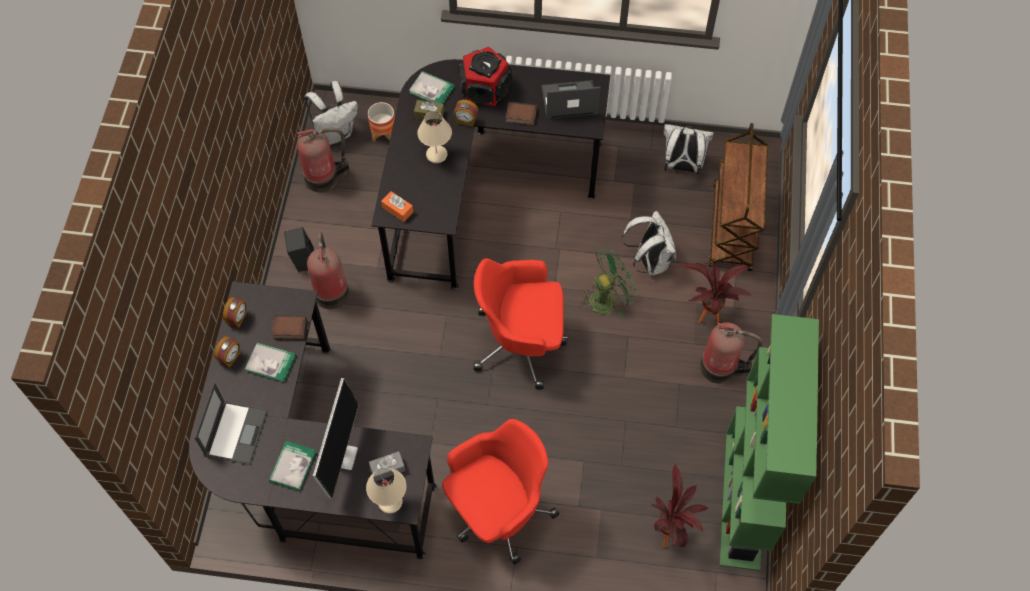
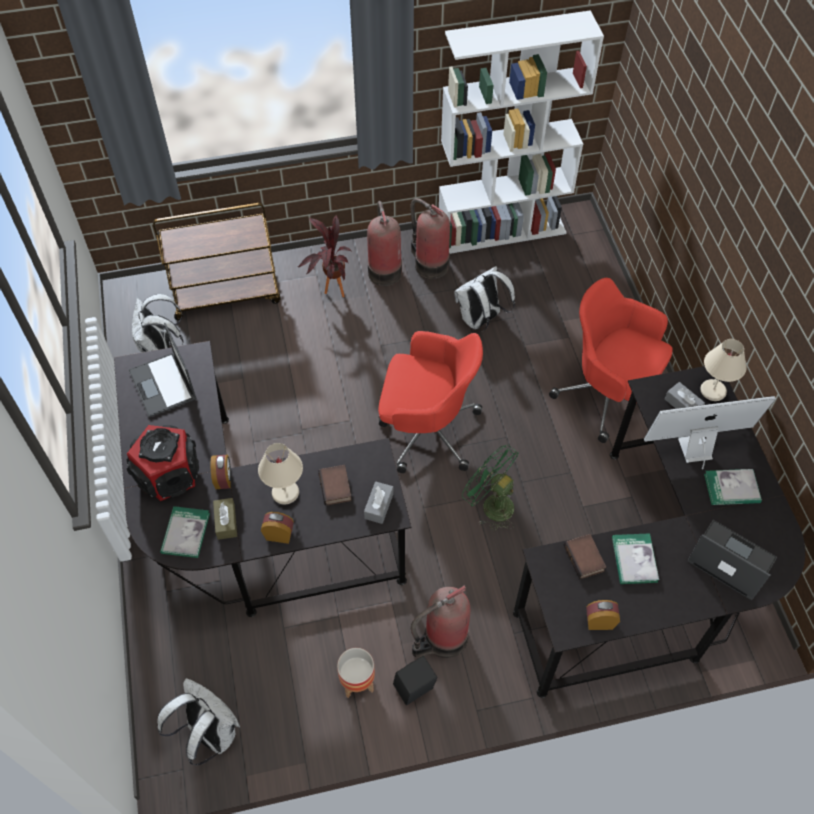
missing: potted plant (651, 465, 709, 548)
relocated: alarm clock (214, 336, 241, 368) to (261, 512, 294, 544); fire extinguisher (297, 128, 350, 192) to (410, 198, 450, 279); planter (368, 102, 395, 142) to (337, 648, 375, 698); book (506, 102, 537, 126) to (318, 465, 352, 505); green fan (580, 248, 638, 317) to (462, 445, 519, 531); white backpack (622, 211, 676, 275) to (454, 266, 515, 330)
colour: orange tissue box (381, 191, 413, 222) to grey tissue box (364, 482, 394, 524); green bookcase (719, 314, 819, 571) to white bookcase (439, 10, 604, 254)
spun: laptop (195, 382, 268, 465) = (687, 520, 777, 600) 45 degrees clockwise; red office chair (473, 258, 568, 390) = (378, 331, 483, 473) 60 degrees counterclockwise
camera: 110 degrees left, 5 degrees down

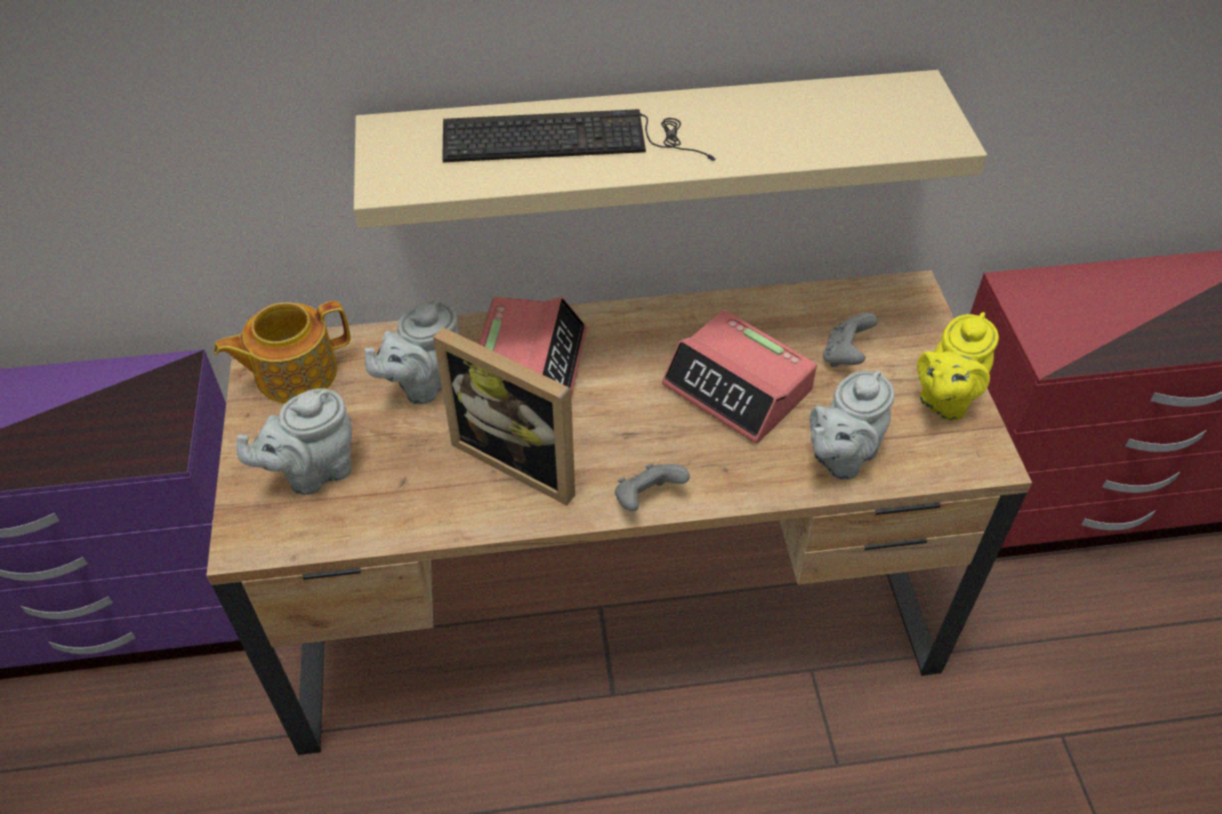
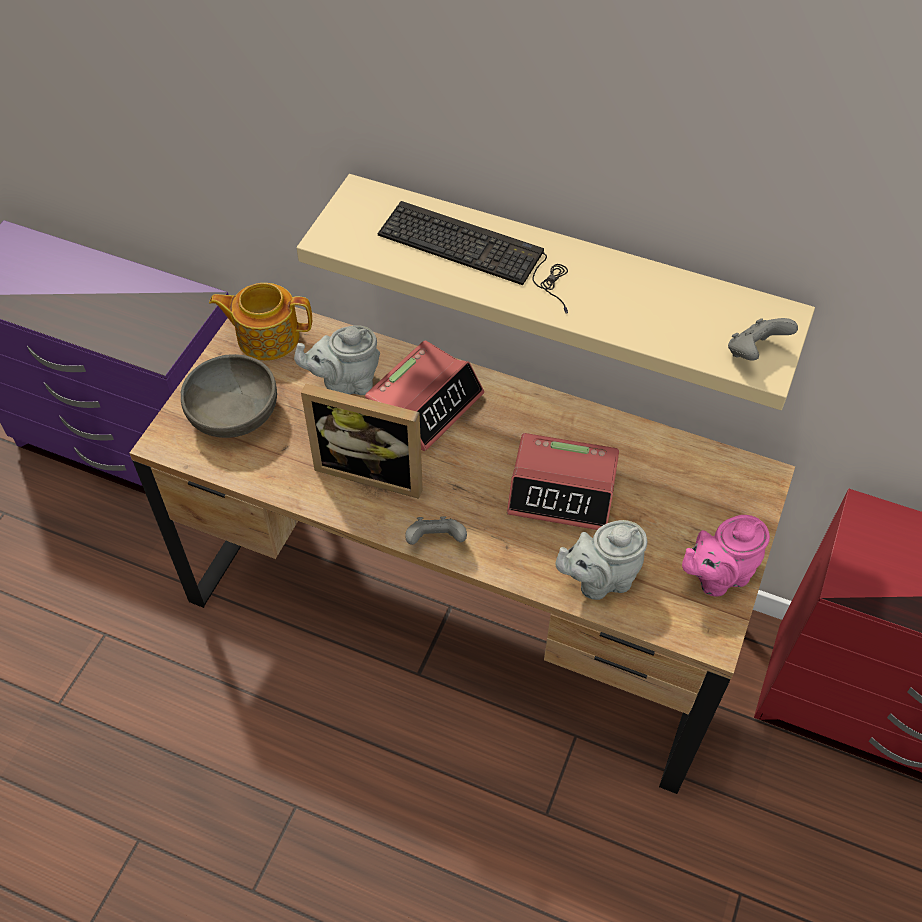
relocated: grey game controller (823, 313, 878, 367) to (728, 318, 798, 361)
exchanged: grey teapot (237, 388, 352, 495) to grey bowl (181, 354, 277, 438)
colour: yellow teapot (917, 312, 999, 421) to pink teapot (682, 515, 770, 597)
spun: picture frame (433, 327, 575, 505) = (301, 384, 423, 499) 45 degrees counterclockwise; alarm clock (662, 310, 817, 444) = (507, 433, 619, 530) 60 degrees counterclockwise
camera: 30 degrees right, 5 degrees up

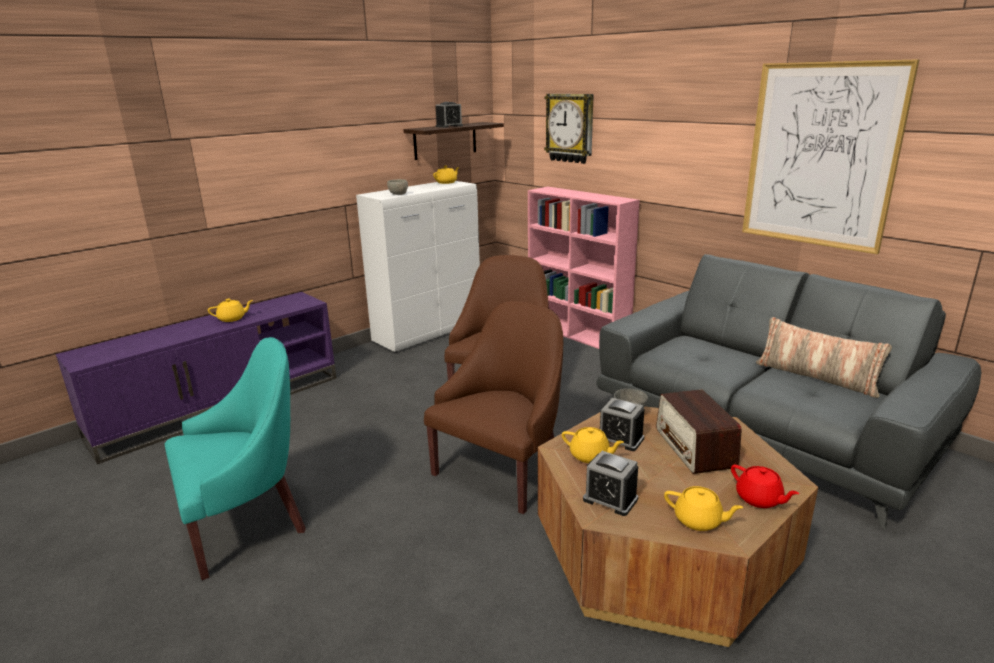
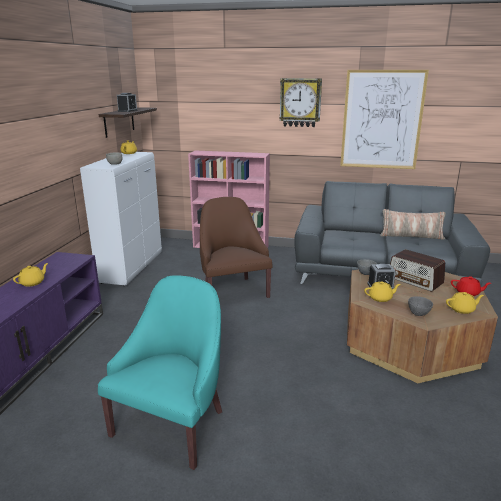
missing: brown armchair (424, 301, 563, 514)
relocated: wall clock (544, 94, 594, 164) to (279, 78, 322, 127)
exchanged: alarm clock (583, 451, 638, 516) to grey bowl (408, 296, 433, 316)
camera: 35 degrees left, 0 degrees up

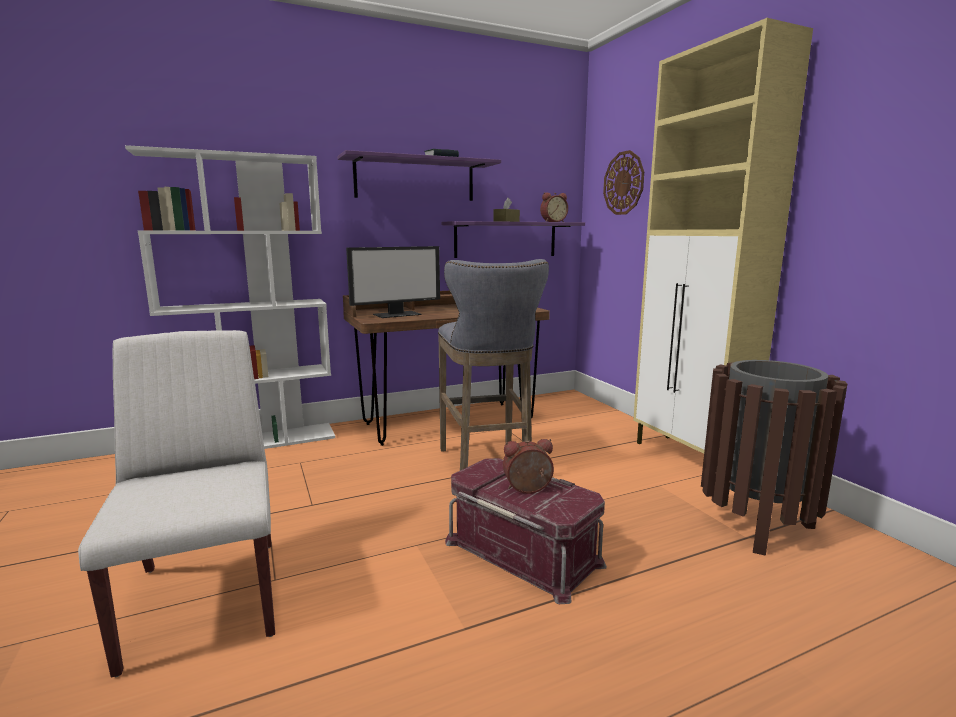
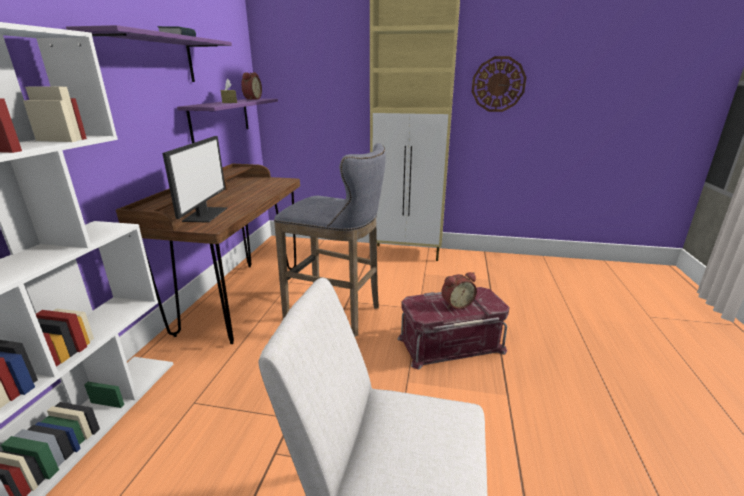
missing: brown trash can (701, 360, 847, 556)
relocated: wall clock (603, 150, 644, 215) to (472, 56, 527, 112)
spun: alarm clock (503, 439, 554, 494) = (441, 272, 477, 309) 135 degrees counterclockwise
camera: 55 degrees left, 10 degrees up

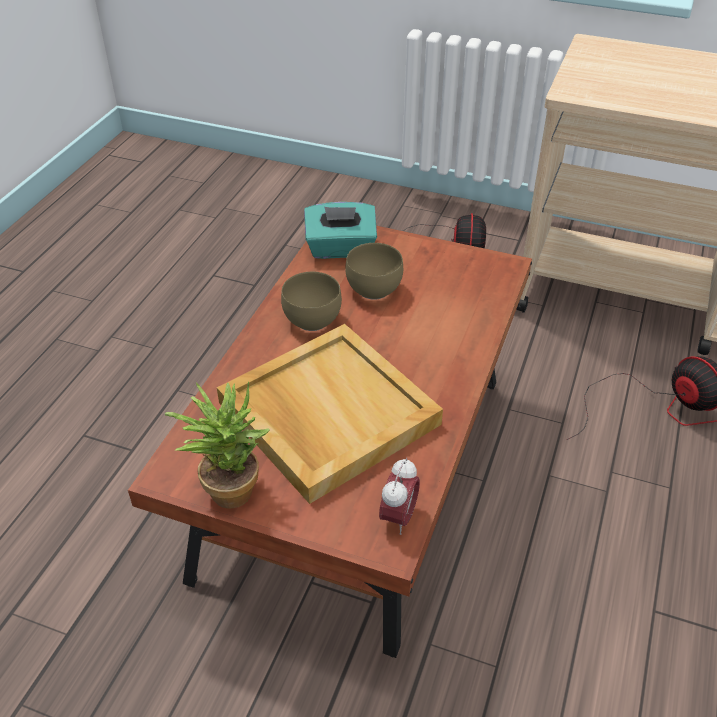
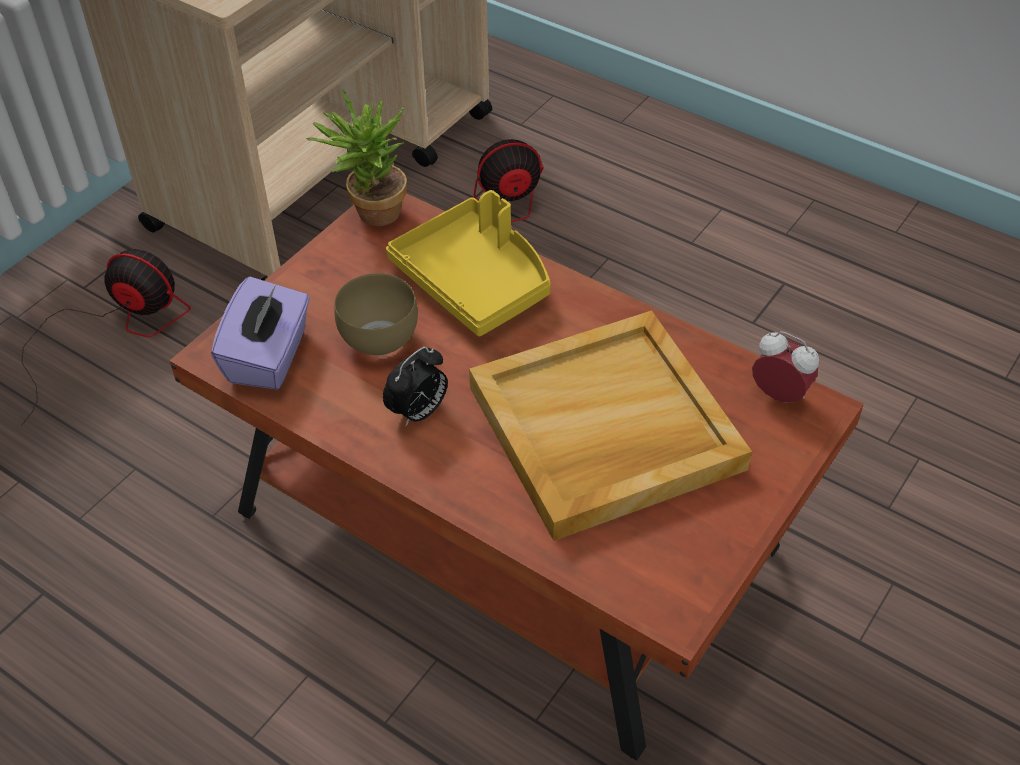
appeared: yellow tray (386, 190, 551, 336)
relocated: potted plant (165, 382, 270, 509) to (306, 89, 407, 226)
exchanged: brown bowl (281, 272, 342, 331) to alarm clock (383, 347, 448, 427)
colour: turquoise tissue box (304, 202, 377, 259) to purple tissue box (211, 276, 310, 390)
camera: 75 degrees left, 5 degrees up

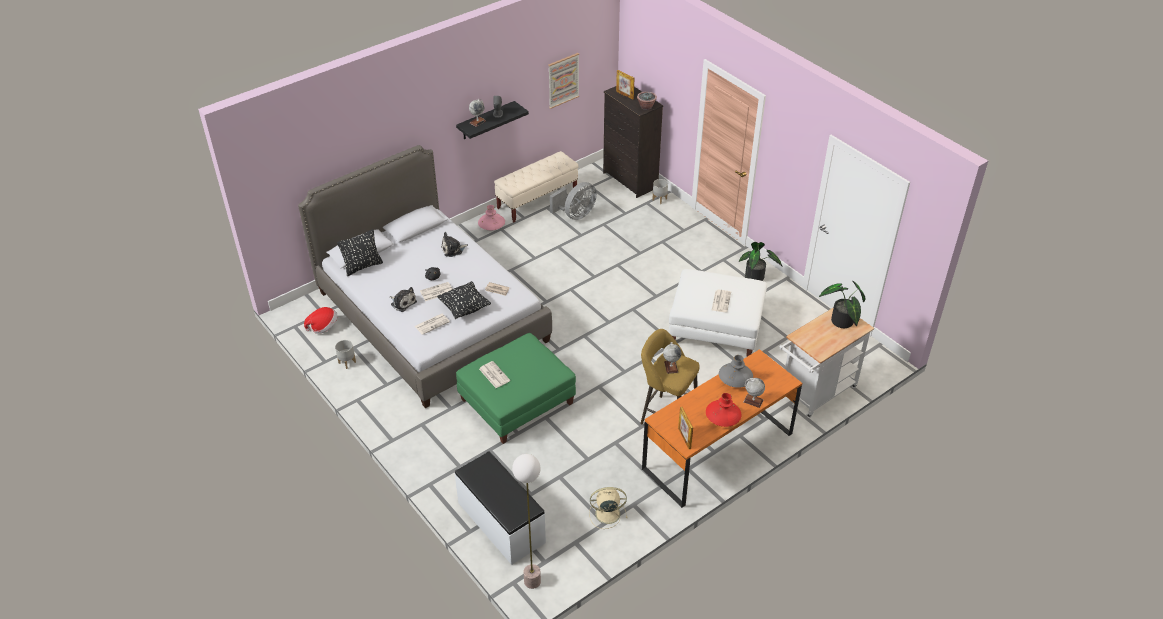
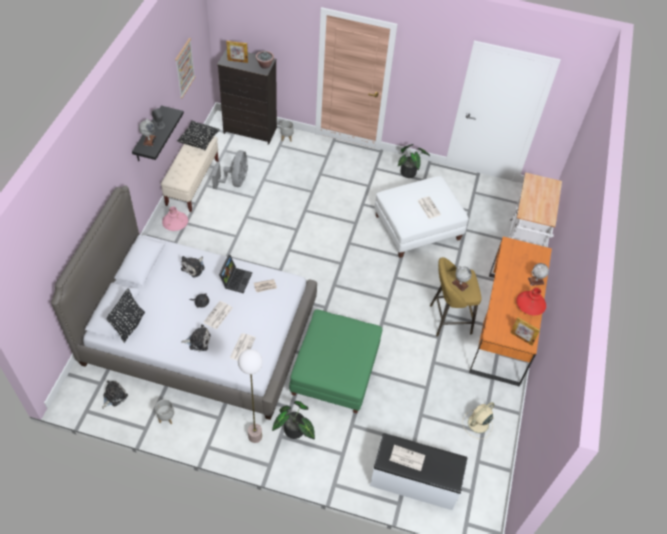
missing: grey vase (719, 355, 753, 388)
appeared: laptop (219, 255, 252, 293)
relocated: black pillow (437, 281, 491, 319) to (177, 121, 220, 151); newspaper (479, 361, 510, 388) to (390, 445, 425, 471); floor lamp (512, 454, 541, 589) to (238, 349, 263, 443); potted plant (819, 281, 866, 328) to (272, 401, 315, 440)
exchanged: hat (304, 307, 337, 334) to plush toy (102, 380, 128, 409)
camera: 40 degrees left, 10 degrees up

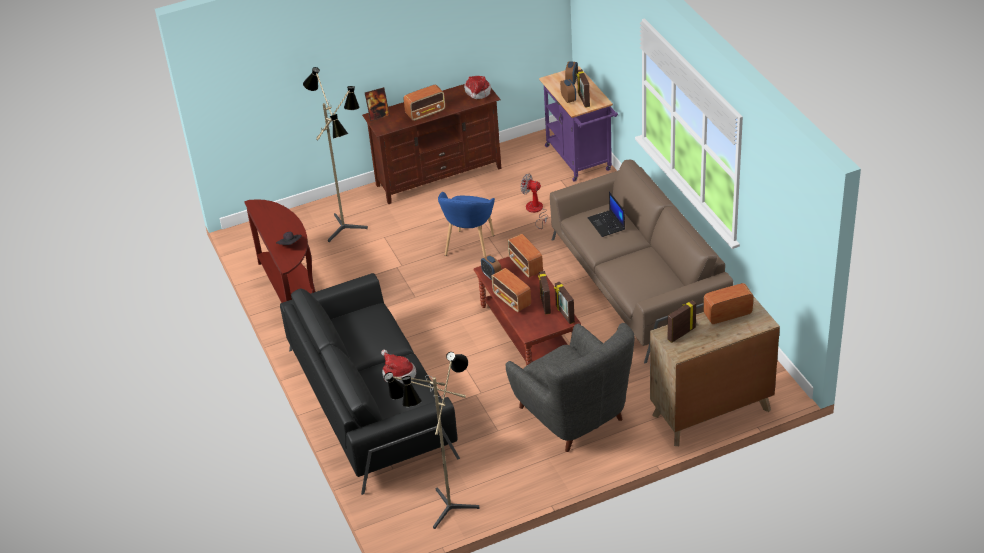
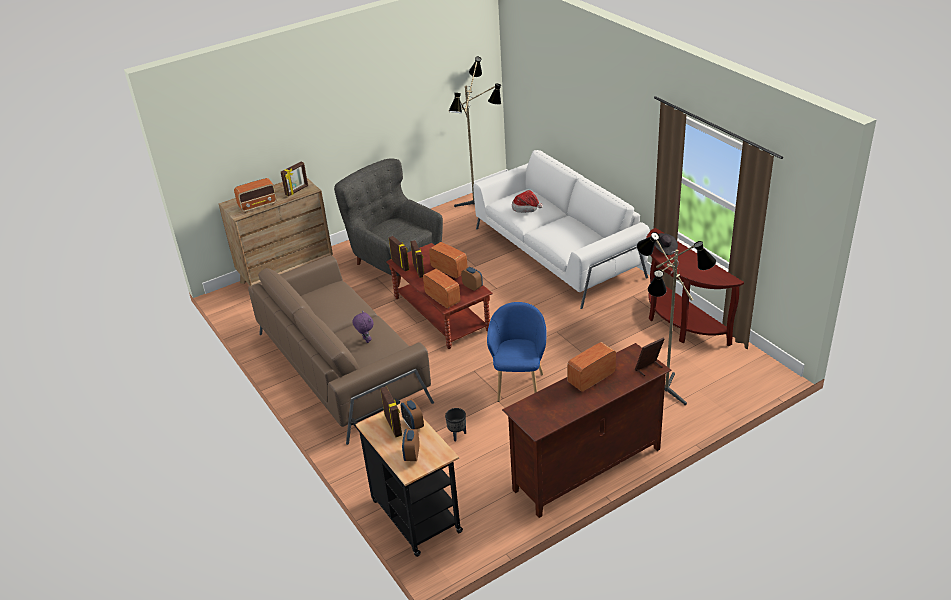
missing: hat (464, 76, 491, 99)
exchanged: fan (521, 174, 548, 229) to black planter (445, 408, 466, 441); laptop (588, 192, 625, 237) to purple plush toy (352, 311, 374, 343)
colour: black sofa (280, 273, 460, 495) to white sofa (473, 150, 650, 309); purple cart (539, 66, 618, 182) to black cart (350, 398, 463, 557)
camera: 170 degrees right, 5 degrees down

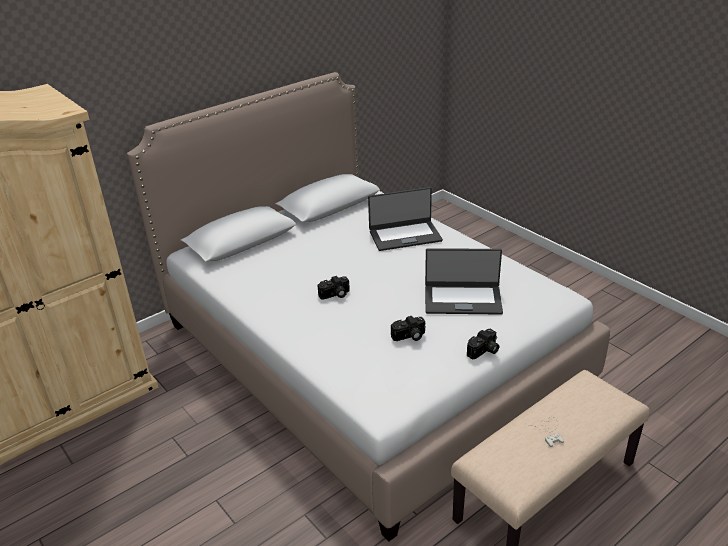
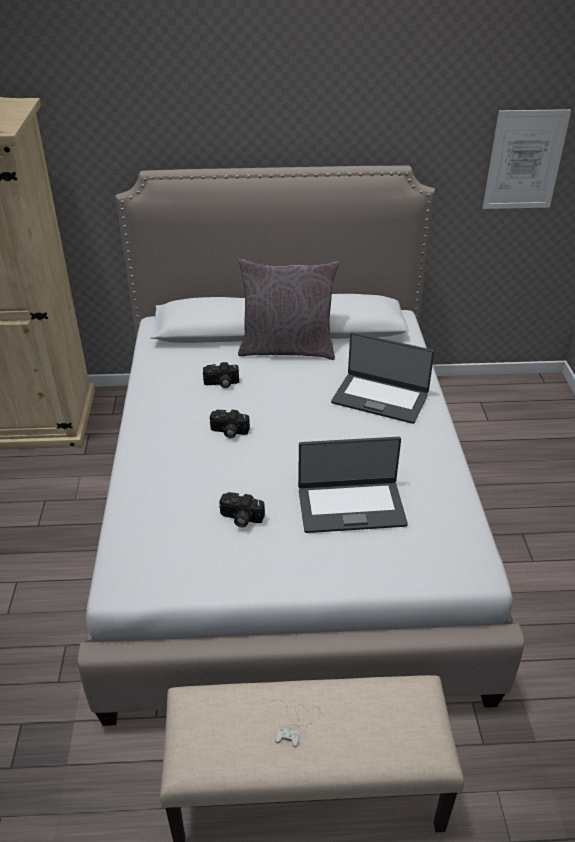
appeared: grey pillow (238, 259, 339, 360); picture (483, 109, 571, 209)
relocated: photo camera (467, 329, 499, 360) to (203, 362, 239, 388)
spun: laptop (425, 248, 503, 315) = (298, 437, 408, 533) 45 degrees counterclockwise
camera: 35 degrees right, 5 degrees up

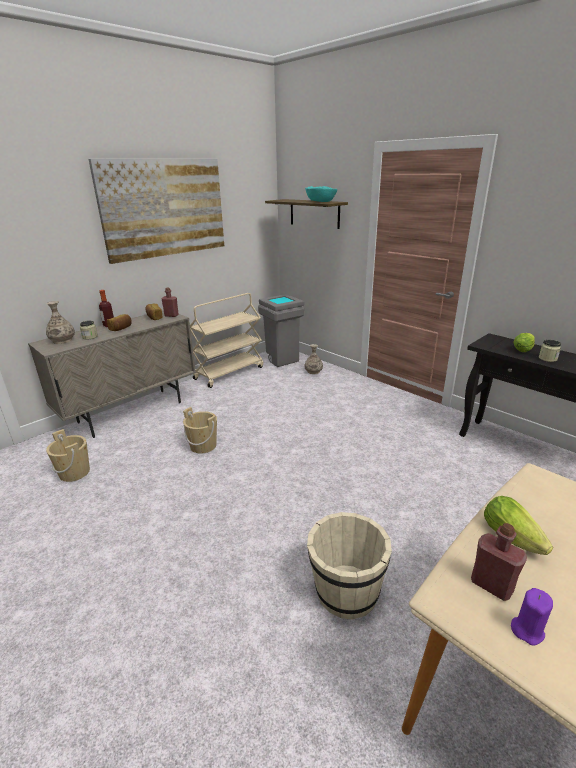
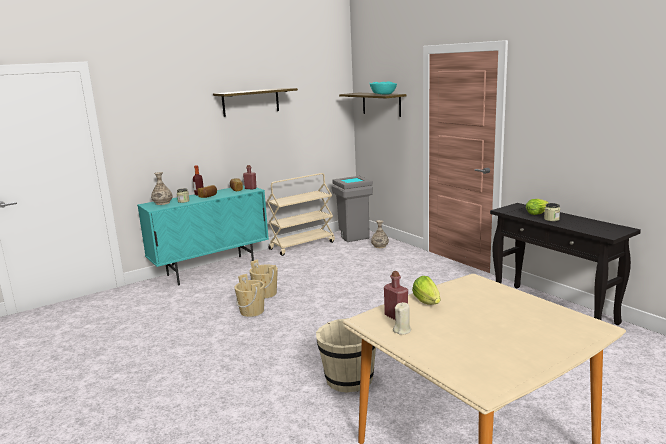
relocated: beige bucket (46, 429, 90, 482) to (234, 274, 265, 317)
exchanged: picture (89, 159, 224, 264) to shelf (213, 88, 298, 117)
colour: beige cabinet (28, 310, 196, 438) to turquoise cabinet (137, 185, 269, 286); purple candle (511, 588, 553, 646) to beige candle (393, 302, 411, 335)
camera: 10 degrees right, 10 degrees down

